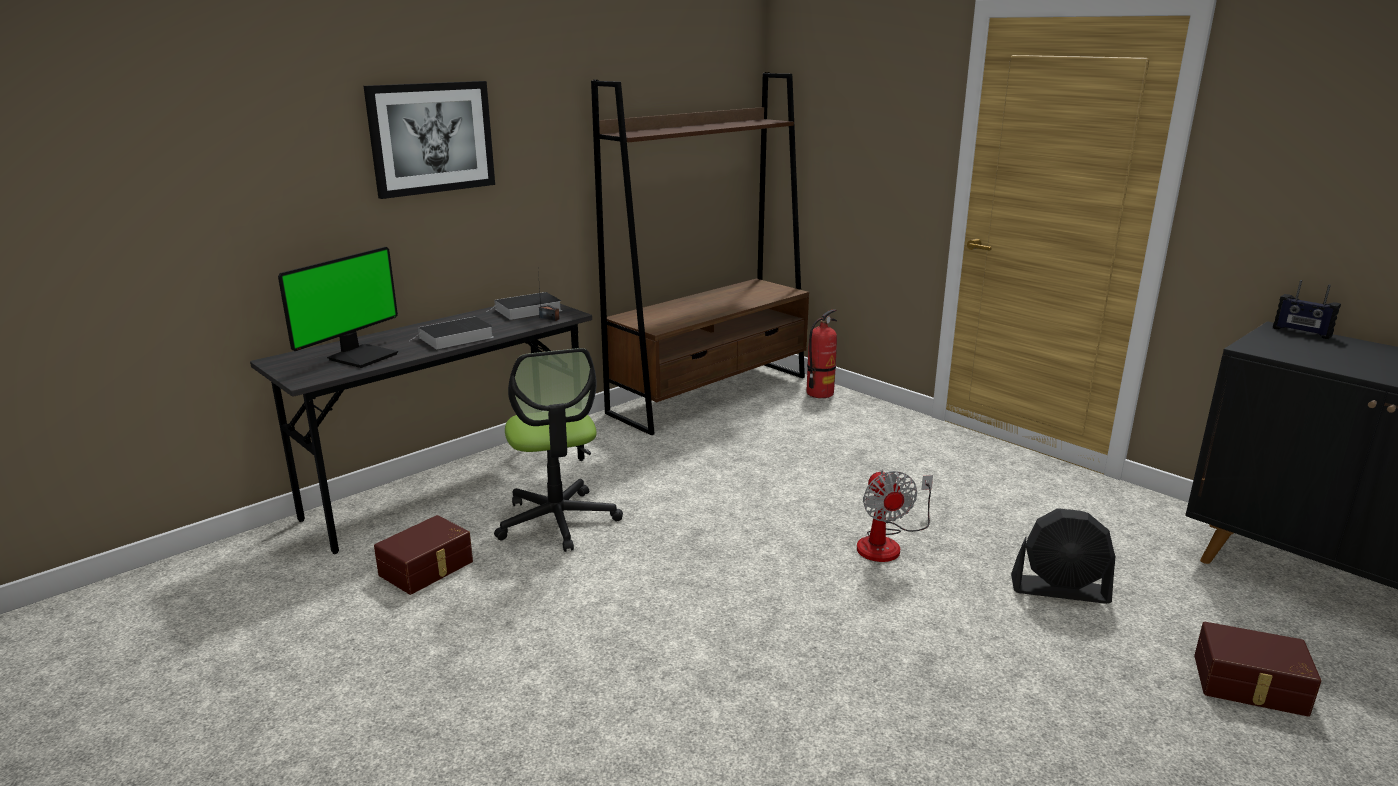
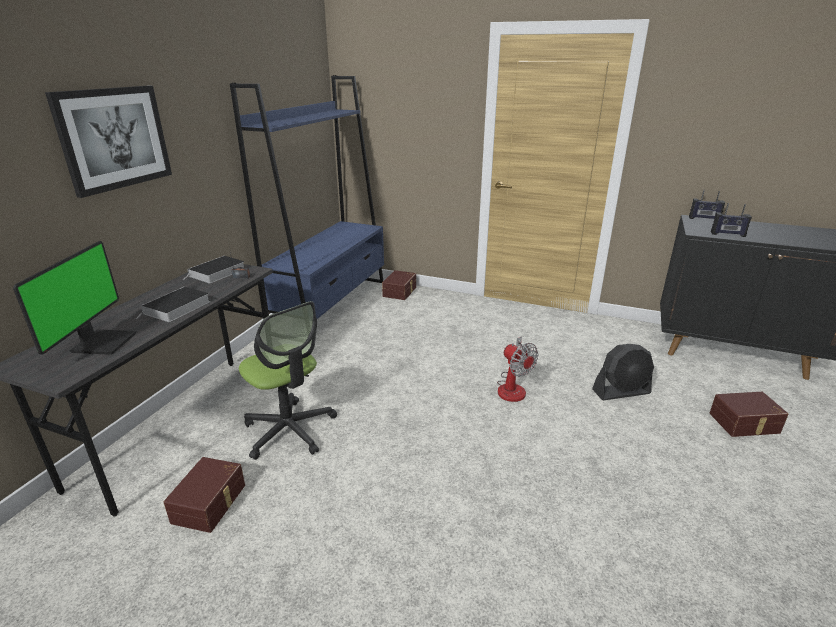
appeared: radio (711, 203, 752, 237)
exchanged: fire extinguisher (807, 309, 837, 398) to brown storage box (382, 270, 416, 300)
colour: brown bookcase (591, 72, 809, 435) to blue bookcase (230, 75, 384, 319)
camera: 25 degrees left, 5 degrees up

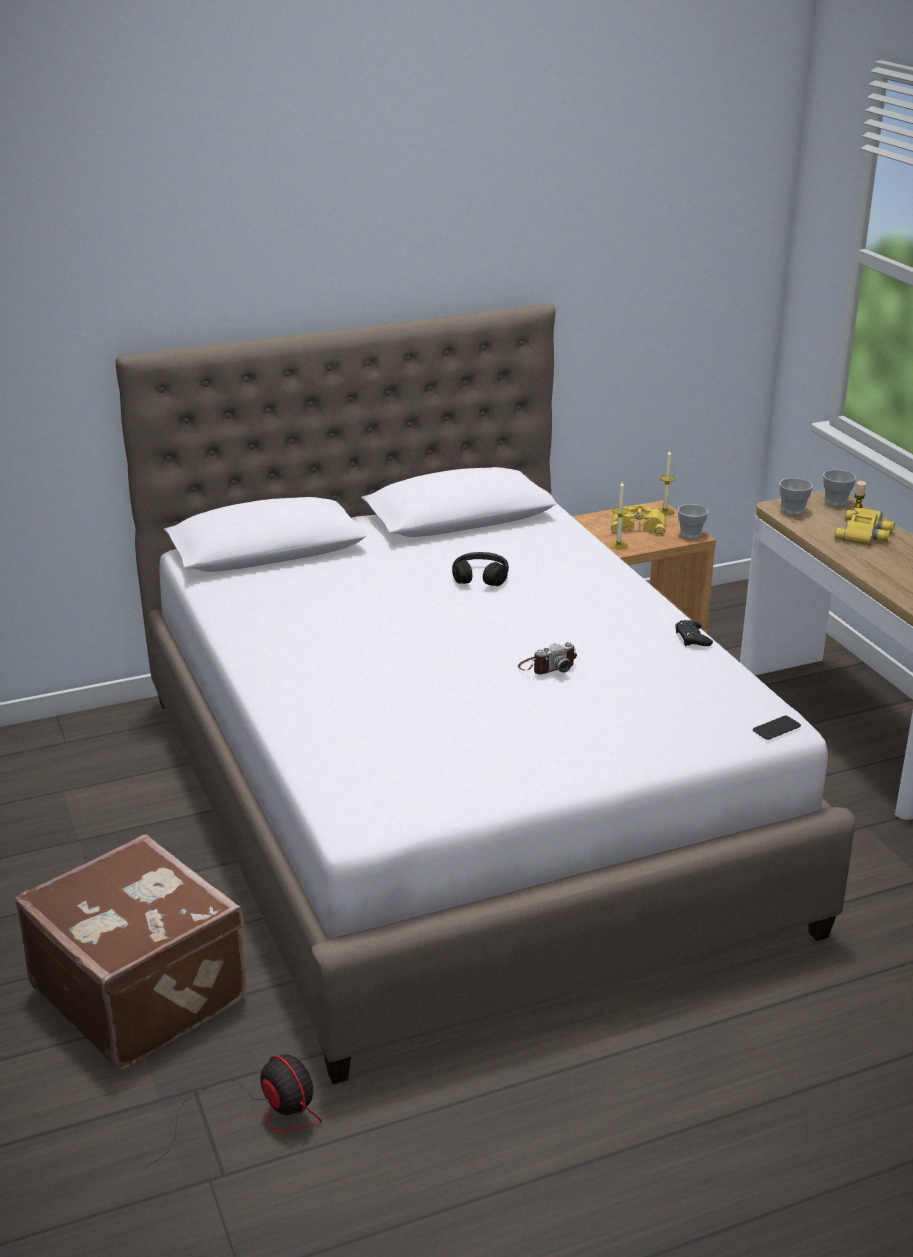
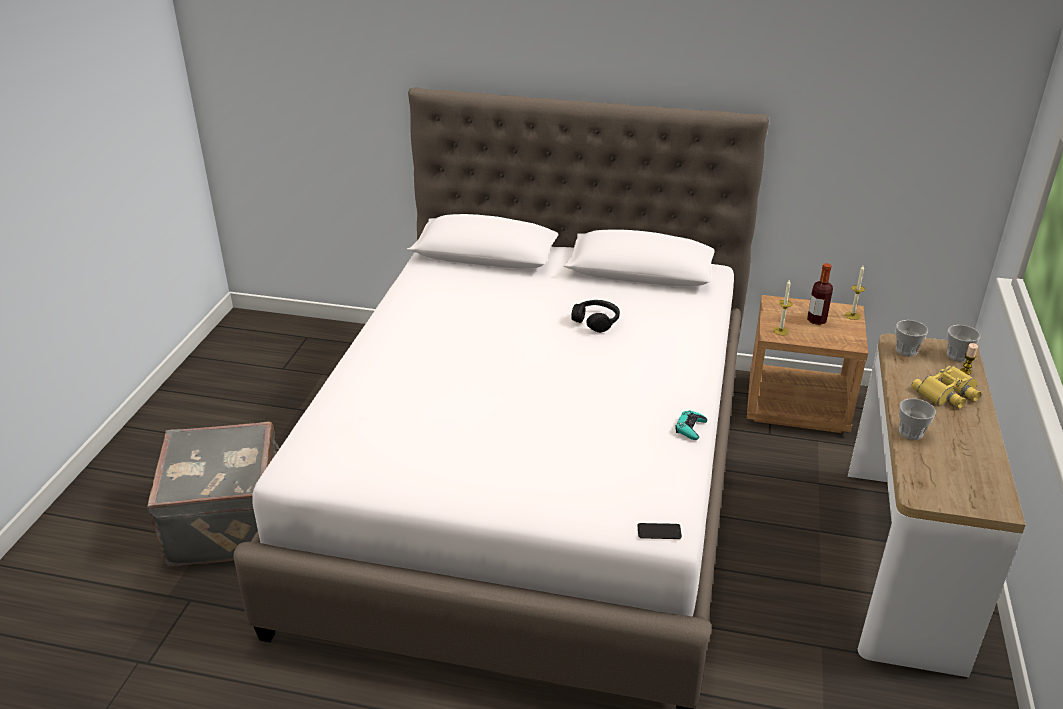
missing: fan (146, 1054, 322, 1167); photo camera (518, 642, 577, 675)
relocated: cup (678, 504, 708, 539) to (899, 398, 936, 440)
exchanged: yellow binoculars (611, 505, 666, 536) to bottle (807, 263, 833, 325)
colour: brown suitcase (15, 834, 246, 1070) to grey suitcase (147, 422, 279, 567); black game controller (675, 620, 713, 646) to turquoise game controller (676, 410, 707, 440)
camera: 35 degrees right, 5 degrees up

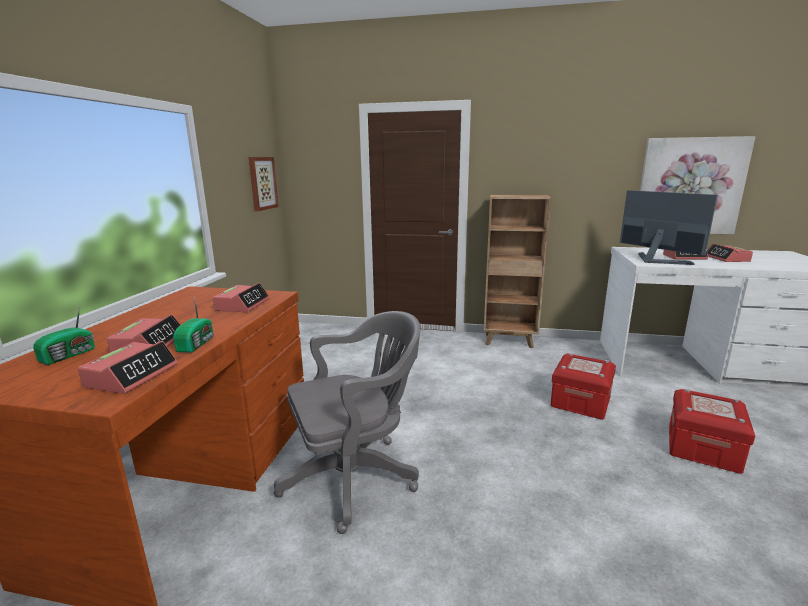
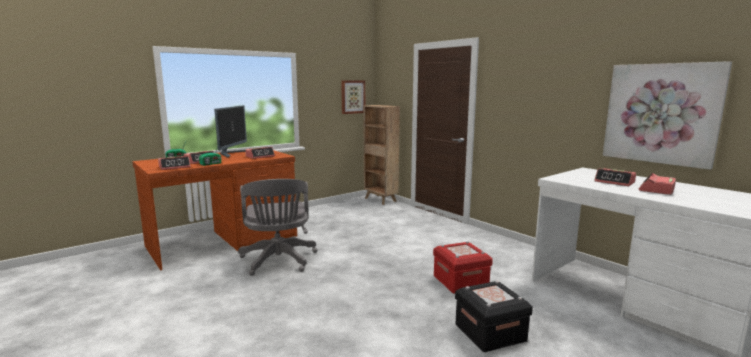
relocated: brown bookcase (484, 195, 551, 348) to (363, 105, 400, 205); monitor (620, 190, 718, 265) to (214, 106, 247, 158)
colour: red storage box (669, 389, 755, 474) to black storage box (455, 281, 533, 352)
spun: grey office chair (274, 311, 421, 534) = (238, 179, 317, 276) 60 degrees clockwise
camera: 40 degrees right, 5 degrees down

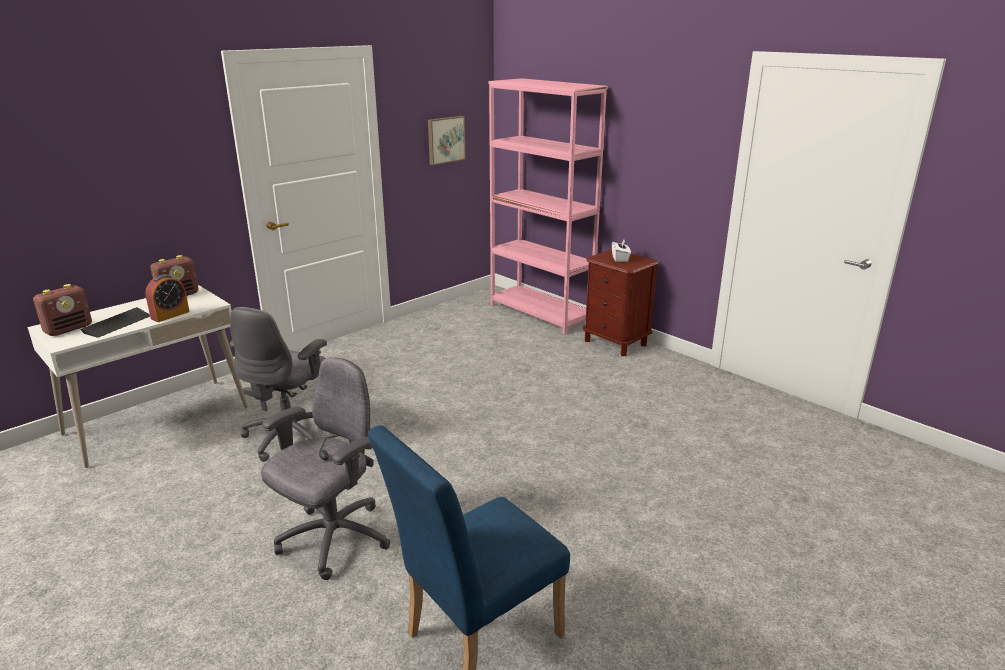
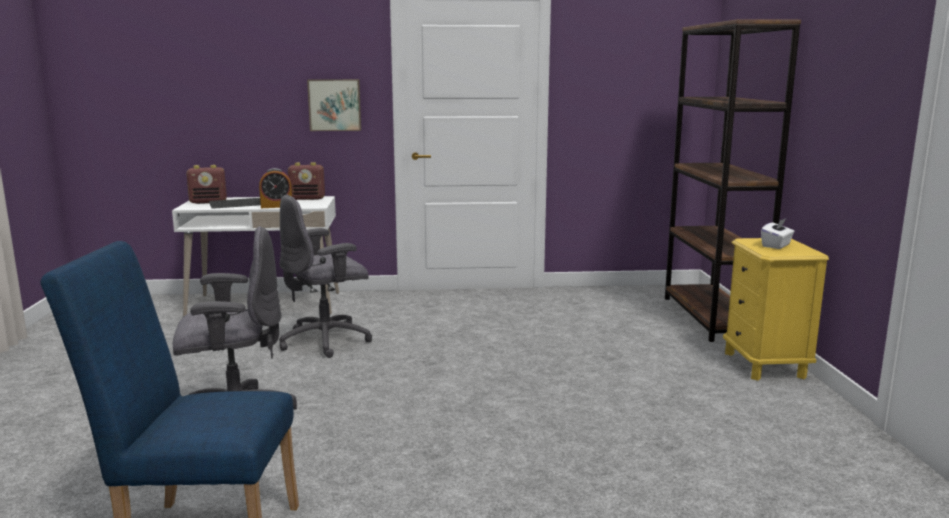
relocated: picture (428, 116, 466, 165) to (307, 79, 361, 131)
colour: pink bookcase (489, 78, 608, 335) to brown bookcase (665, 19, 801, 342); brown nightstand (583, 249, 659, 356) to yellow nightstand (723, 238, 829, 381)
camera: 40 degrees right, 10 degrees down

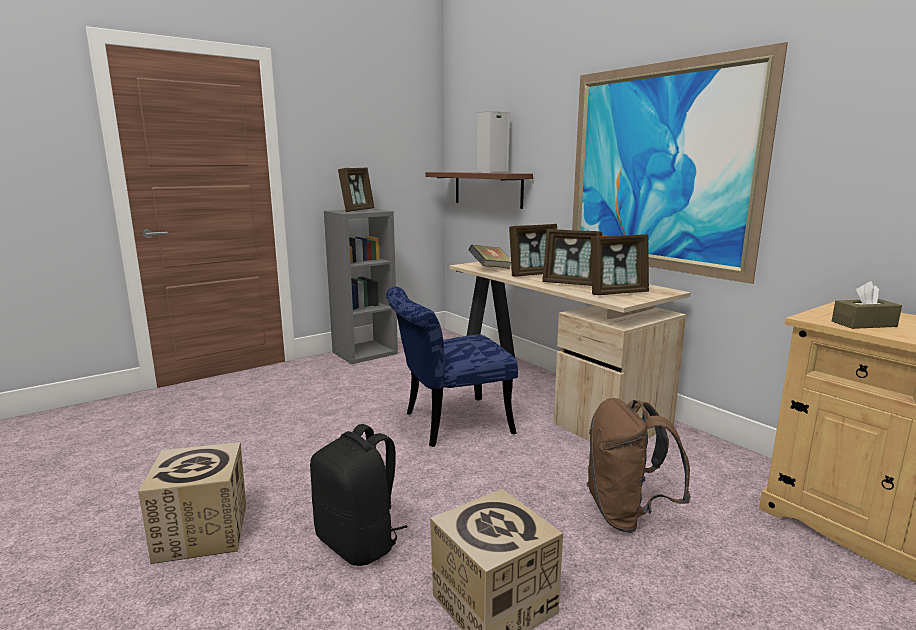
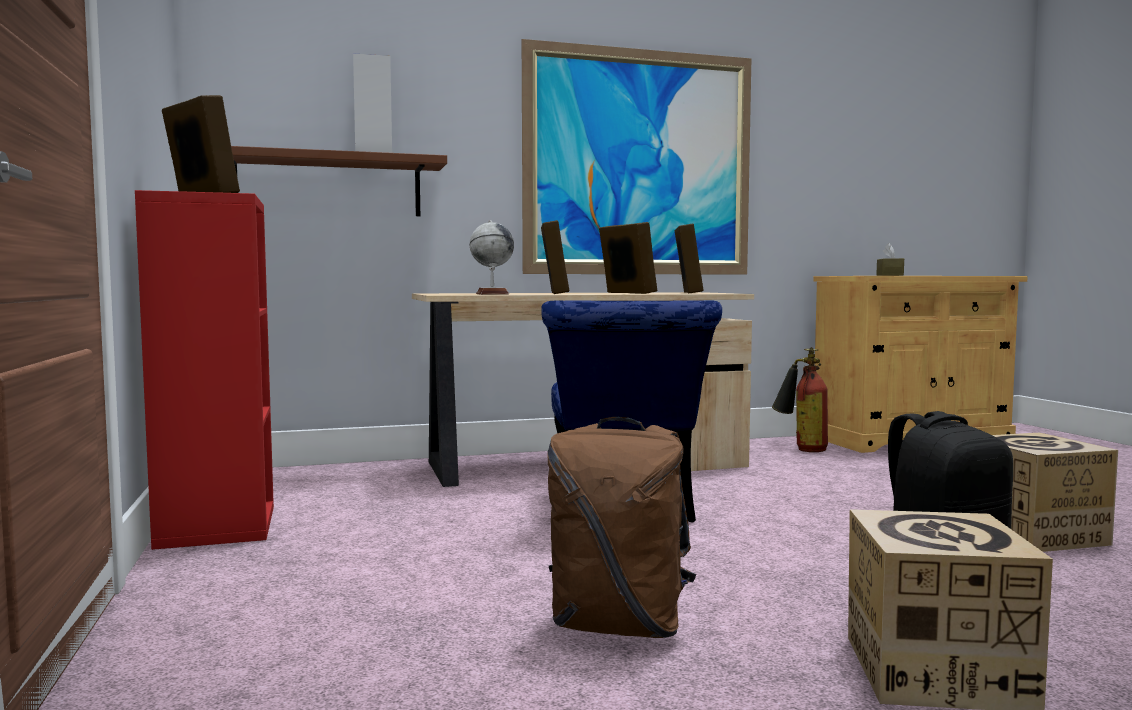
appeared: fire extinguisher (772, 347, 828, 452)
relocated: brown backpack (586, 398, 691, 533) to (547, 417, 696, 638)
exchanged: book (469, 244, 511, 269) to globe (470, 220, 514, 295)
colour: grey bookcase (324, 209, 398, 364) to red bookcase (135, 190, 274, 550)
spun: picture frame (542, 229, 602, 286) = (599, 222, 657, 294) 75 degrees counterclockwise
camera: 70 degrees left, 10 degrees down

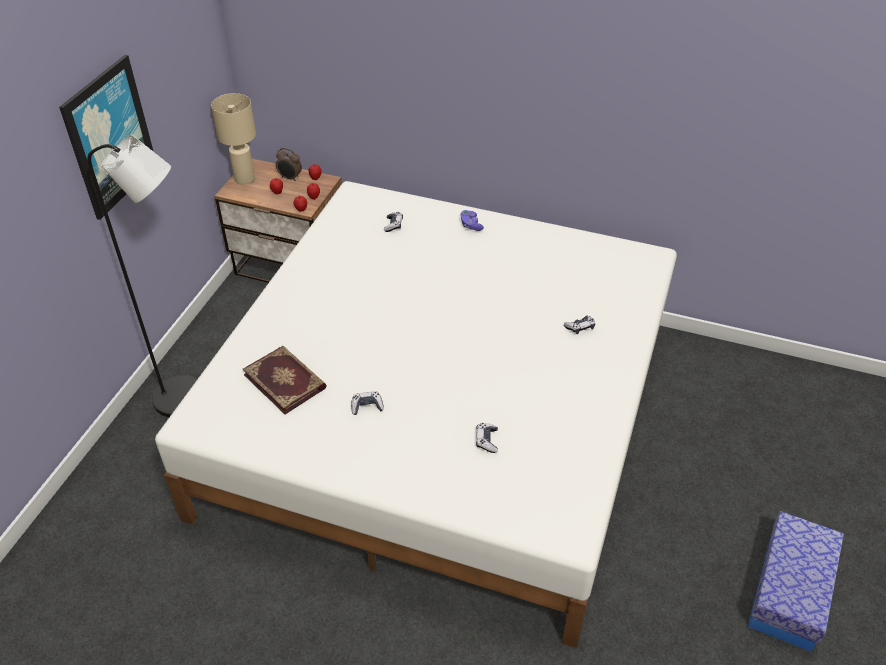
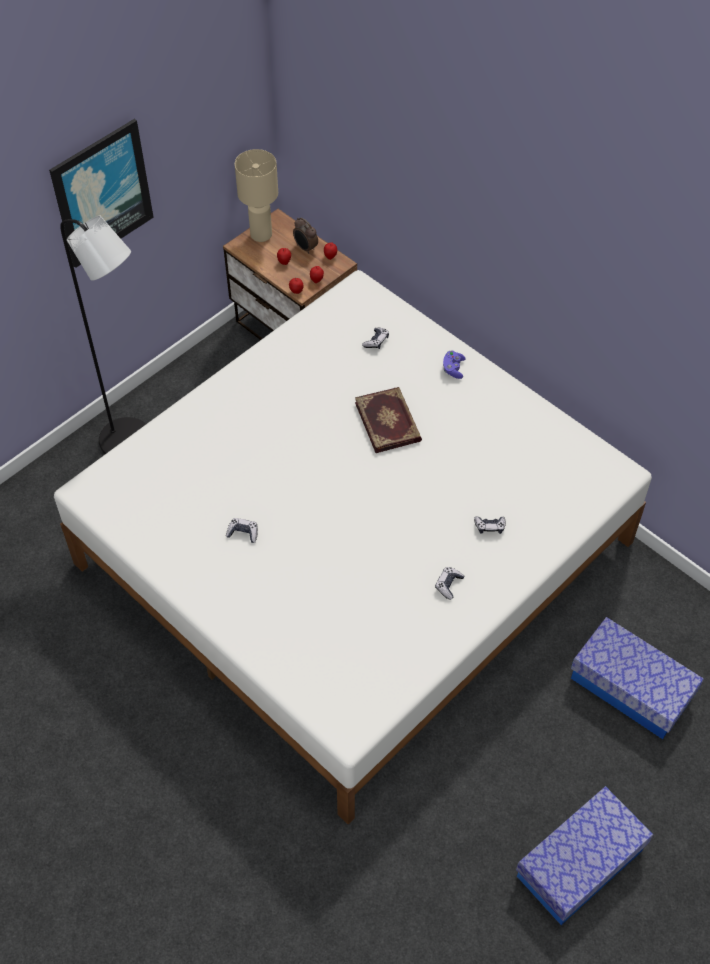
appeared: storage box (571, 617, 704, 739)
relocated: book (243, 346, 327, 414) to (355, 387, 422, 453); game controller (476, 423, 498, 453) to (435, 567, 464, 600)
camera: 25 degrees right, 10 degrees up

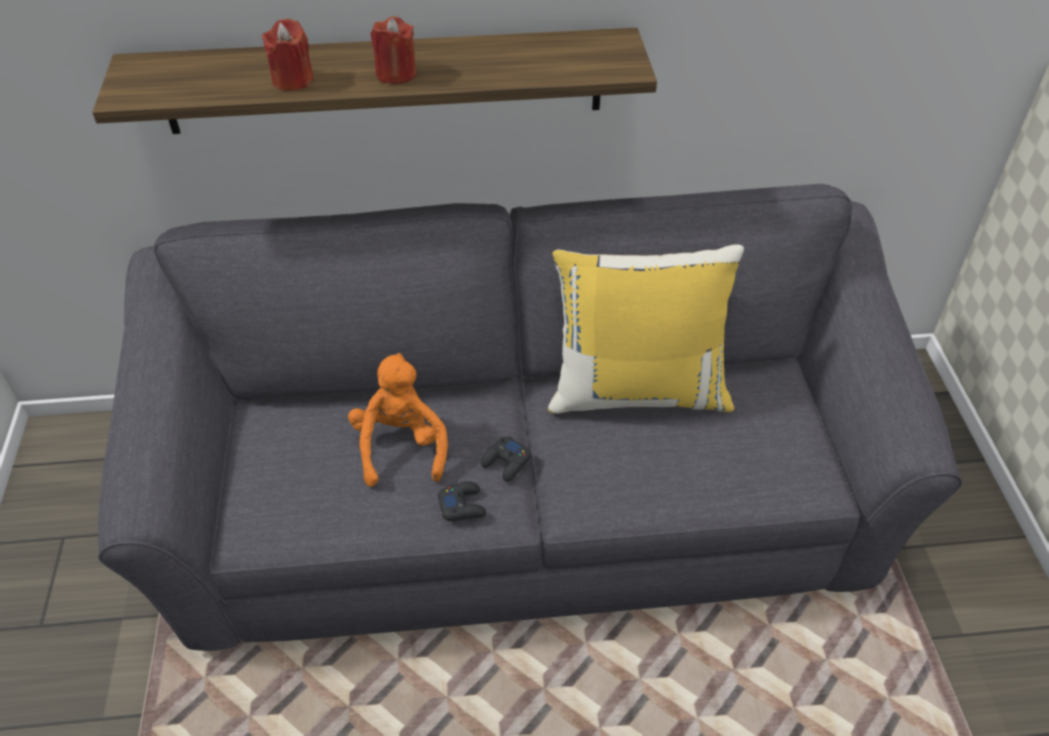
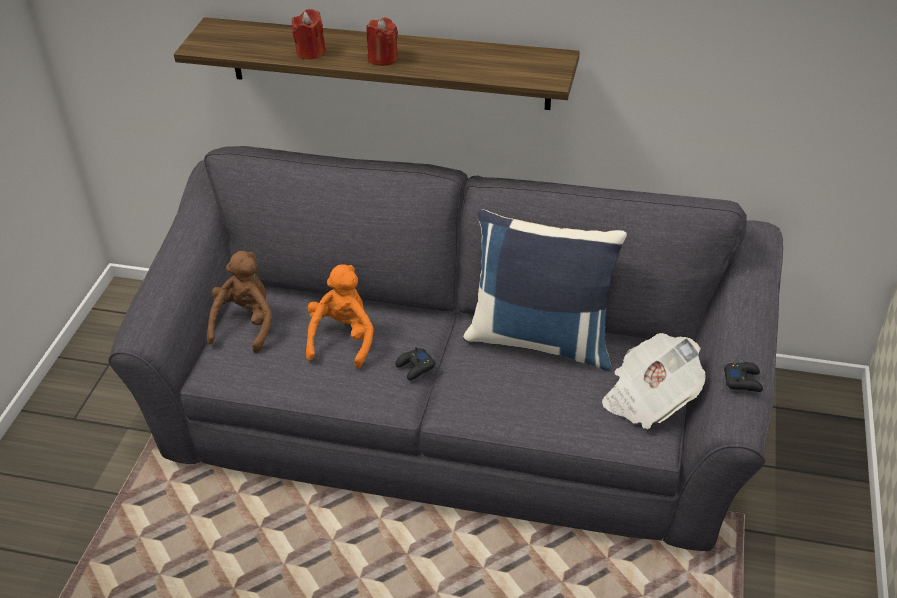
appeared: brown plush toy (207, 251, 273, 353); newspaper (602, 333, 706, 429)
relocated: black game controller (438, 481, 486, 521) to (724, 362, 763, 392)
colour: yellow pillow (548, 244, 744, 414) to blue pillow (463, 209, 627, 371)
camera: 20 degrees right, 5 degrees down

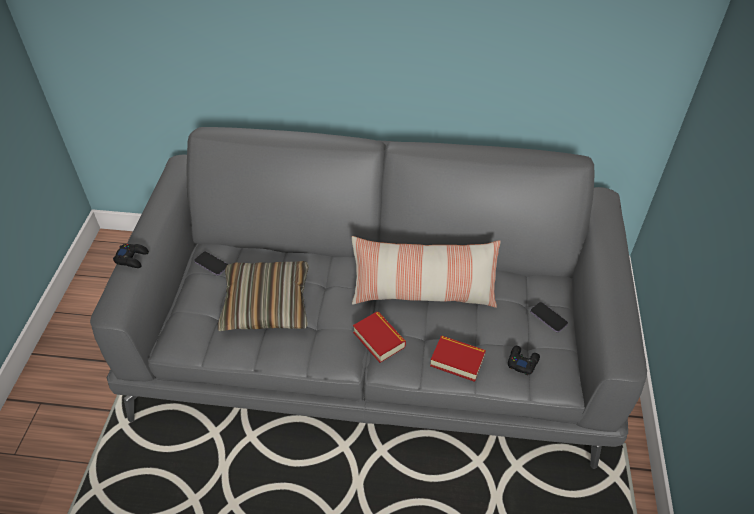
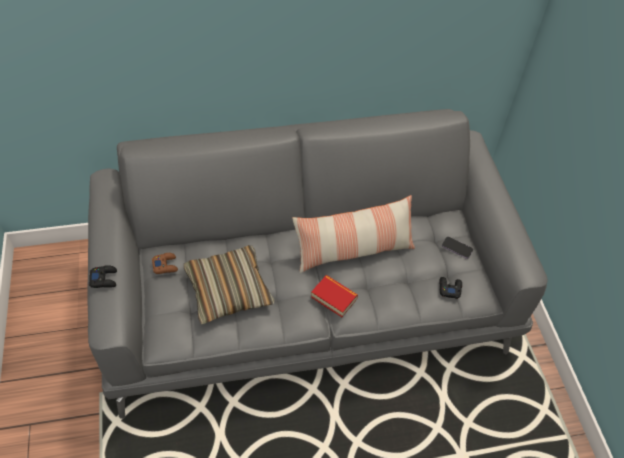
missing: book (430, 336, 486, 382)
exchanged: phone (194, 251, 228, 276) to brown game controller (152, 253, 178, 274)
camera: 20 degrees left, 5 degrees up

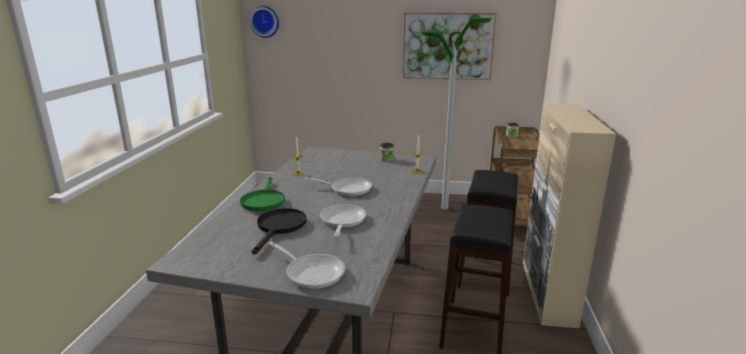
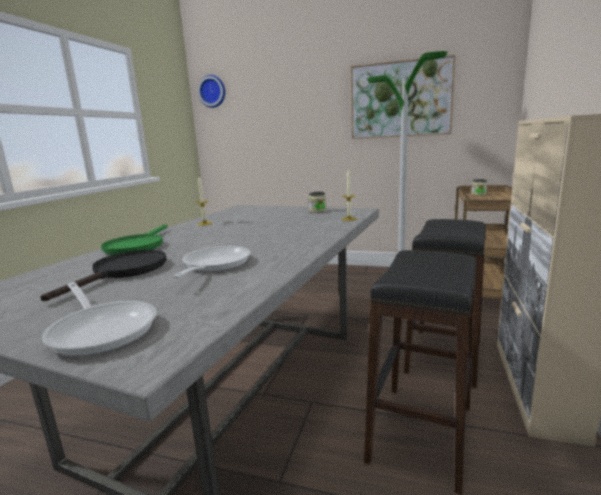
missing: frying pan (305, 178, 372, 196)
camera: 10 degrees right, 5 degrees down

